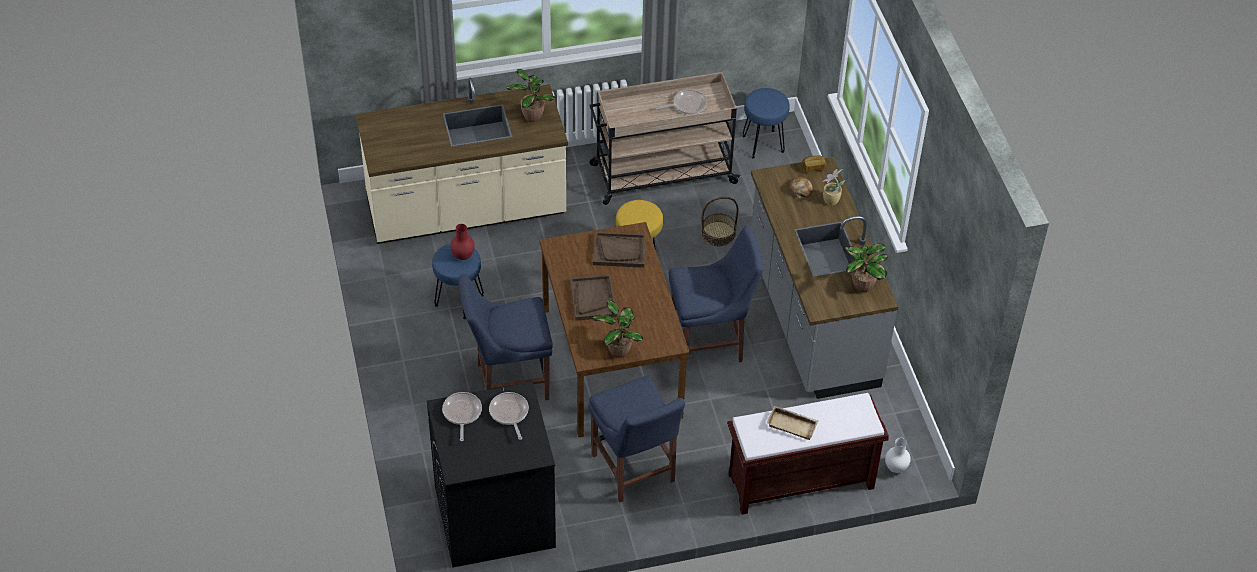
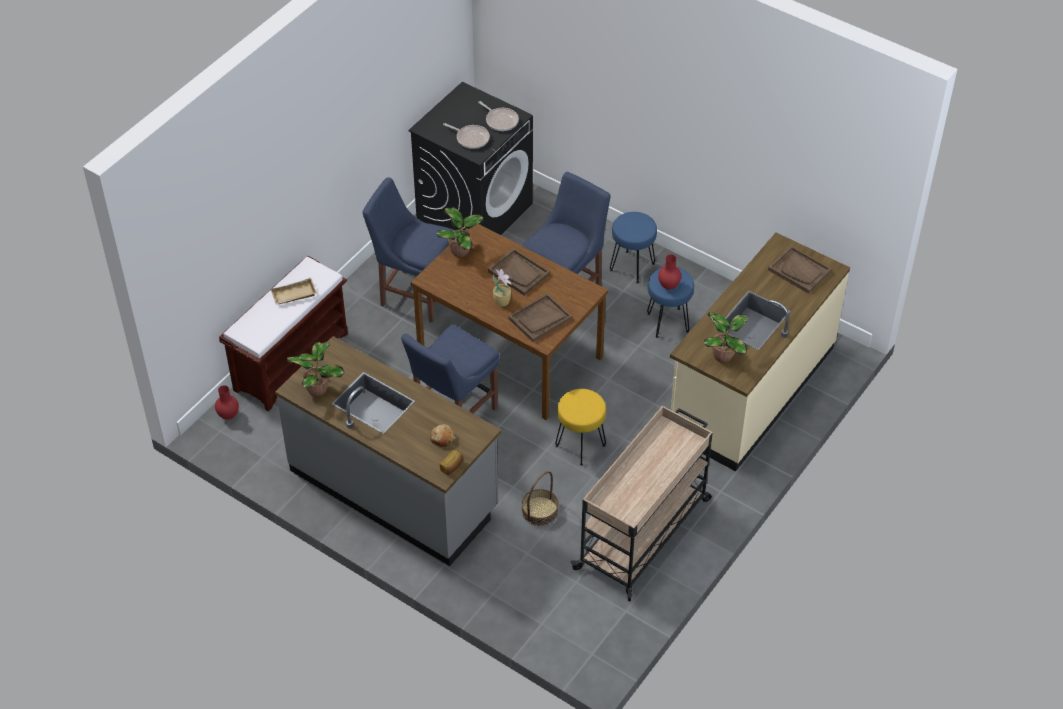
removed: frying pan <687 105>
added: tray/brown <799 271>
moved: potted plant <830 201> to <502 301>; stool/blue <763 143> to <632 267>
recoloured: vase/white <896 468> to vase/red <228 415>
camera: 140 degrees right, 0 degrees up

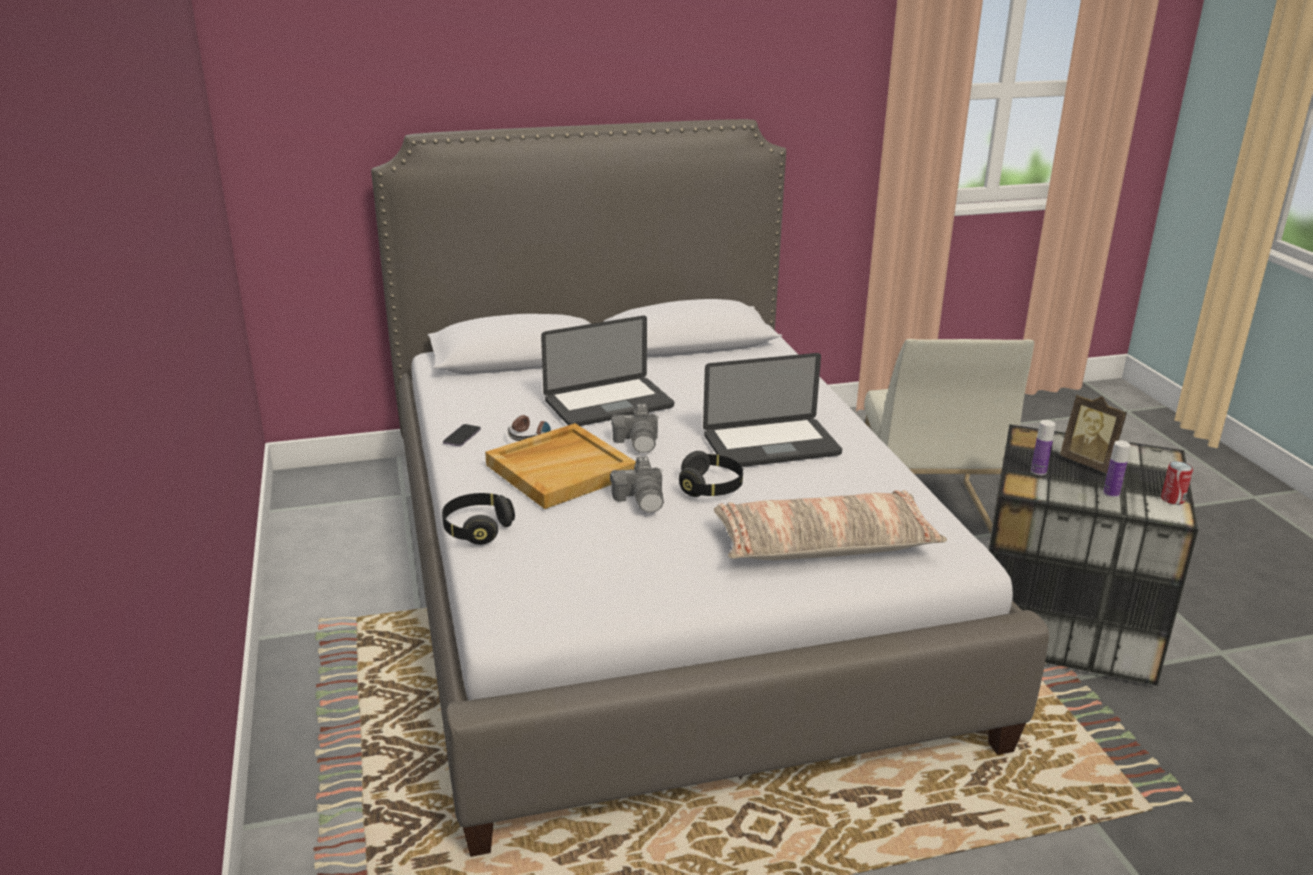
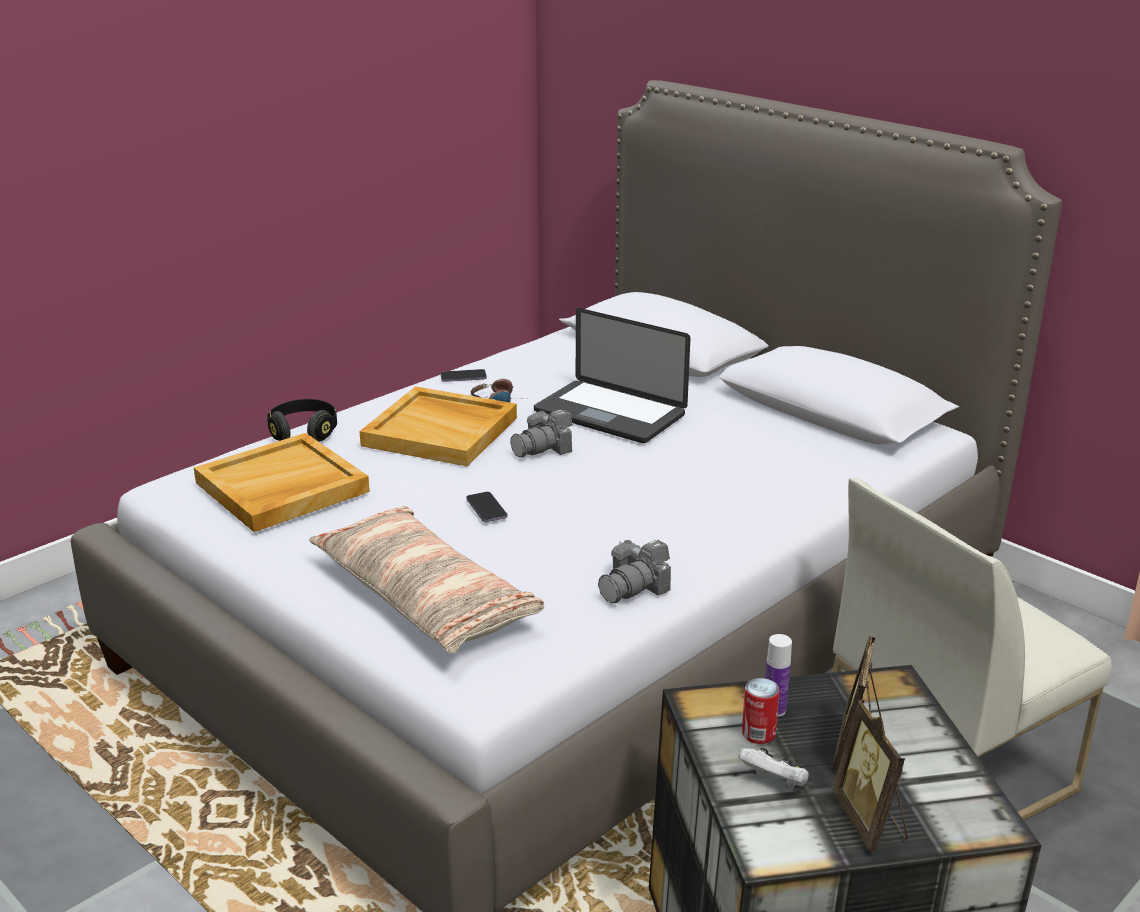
removed: laptop <771 445>
added: tray/beige <281 488>; picture frame <870 821>
moved: photo camera <641 499> to <634 587>; can <1172 499> to <758 734>
replaced: headphones/black <710 487> to phone <486 509>; bottle <1111 493> to game controller/white <774 783>
camera: 60 degrees right, 0 degrees up

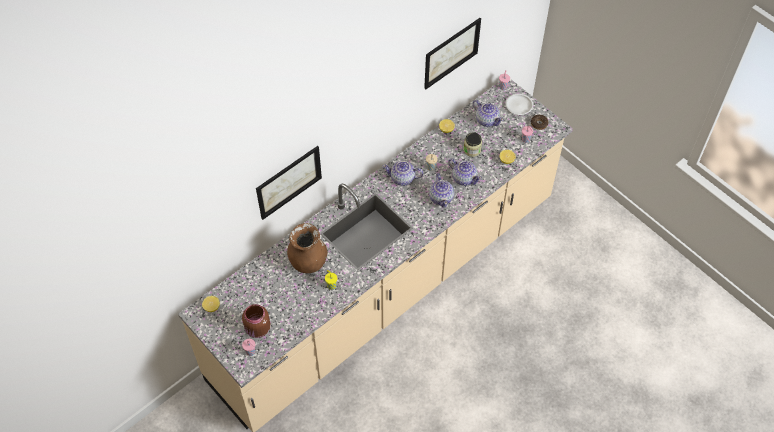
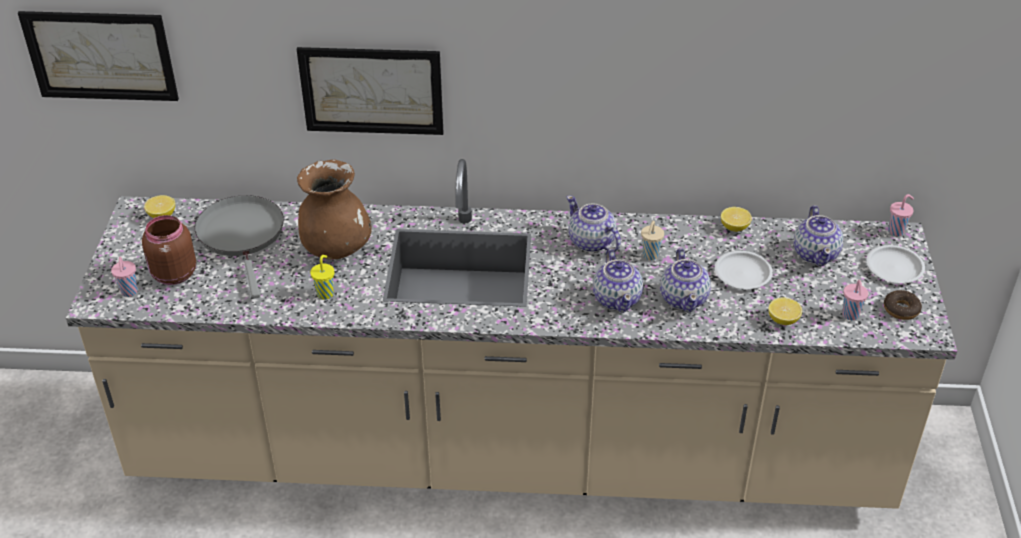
added: frying pan/grey <242 235>
moved: picture <451 53> to <100 55>
replaced: jar <472 150> to plate/white <743 274>
turned: teapot <441 197> = <617 298> 45 degrees counterclockwise
camera: 45 degrees right, 15 degrees down

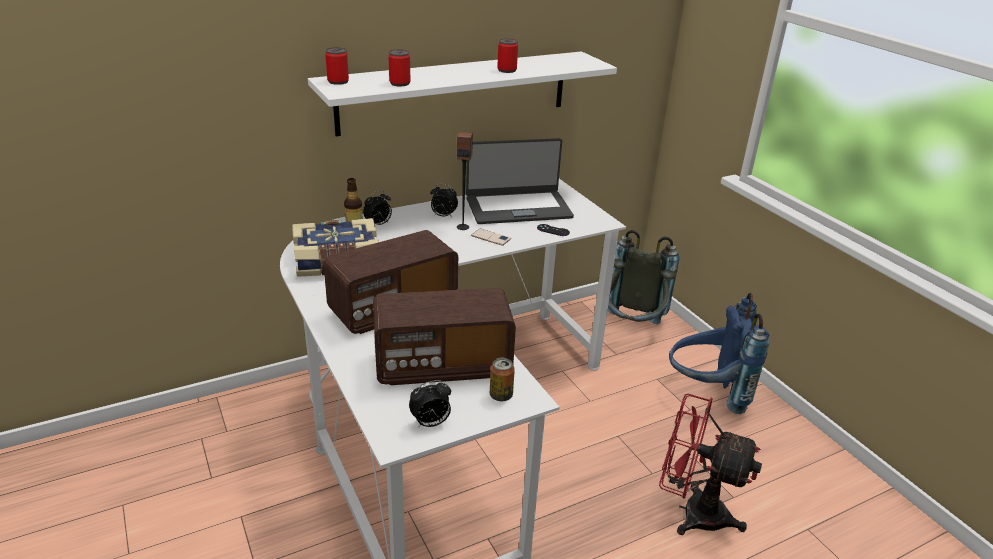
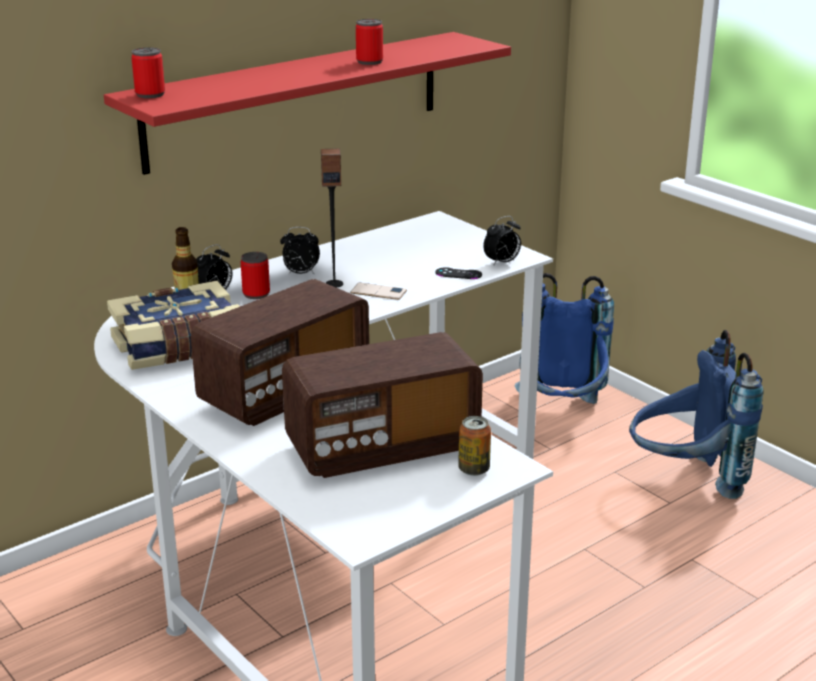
removed: laptop <518 207>; fan/red <692 511>
moved: can <399 83> to <256 294>; alarm clock <430 423> to <502 263>
recoloured: shelf/white <455 92> to shelf/red <296 100>; backpack/grey <631 328> to backpack/blue <560 414>
camera: 10 degrees left, 5 degrees down

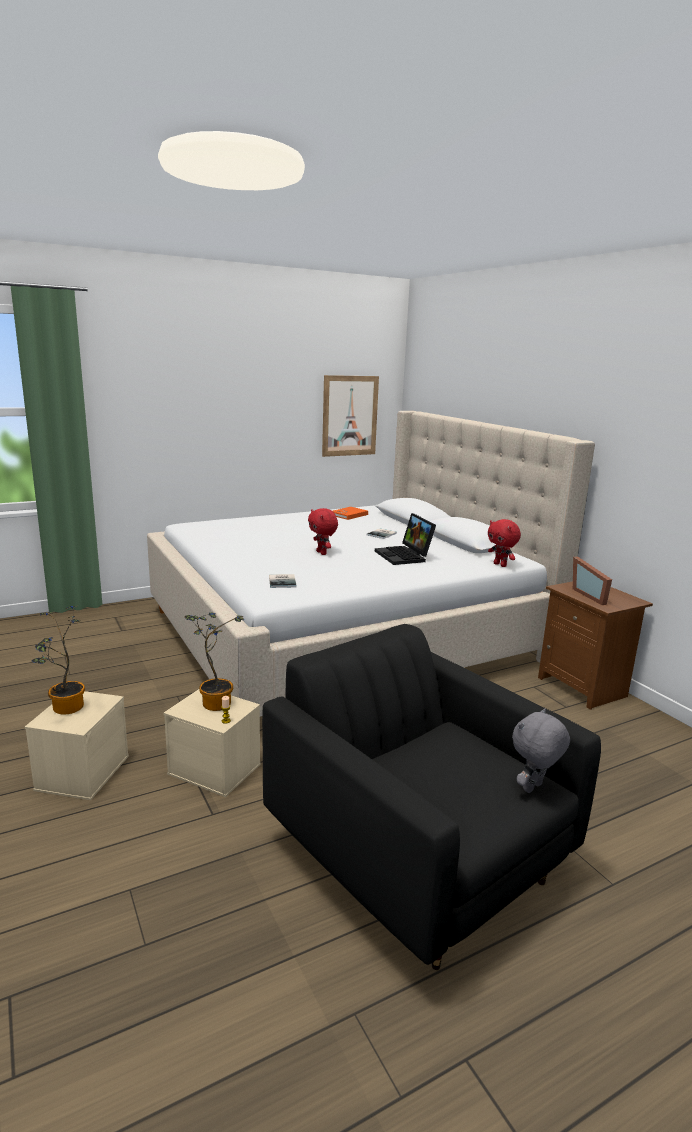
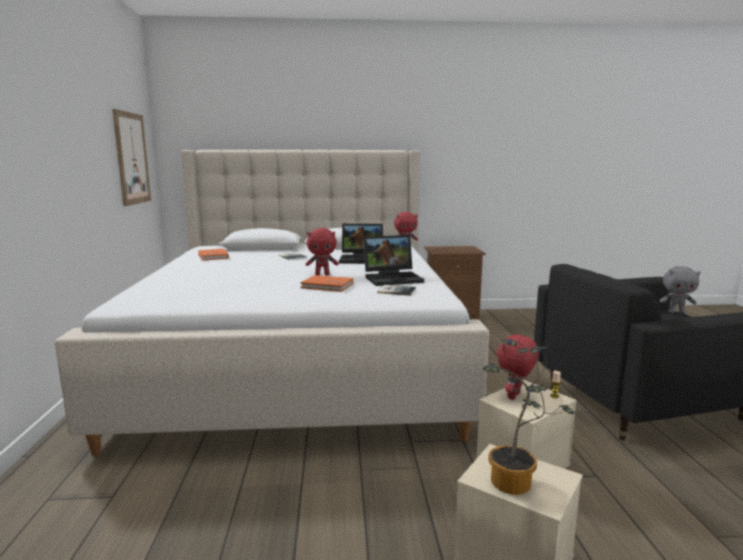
removed: picture frame <591 595>
added: book/orange <327 286>; laptop <393 278>
replaced: potted plant <215 701> to plush toy/red <515 396>
turned: plush toy/grey <533 788> = <676 312> 60 degrees counterclockwise
camera: 65 degrees left, 5 degrees down

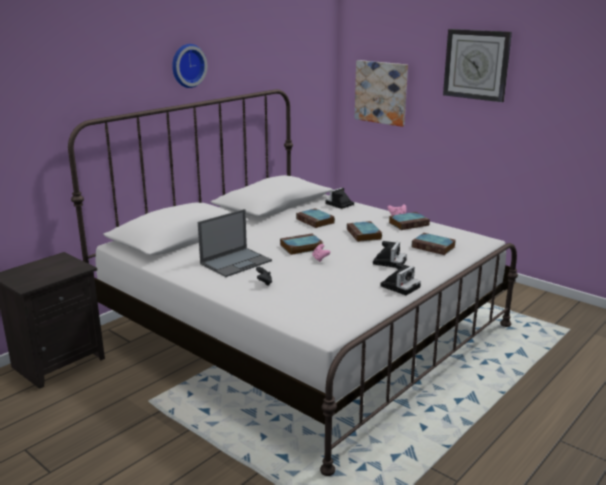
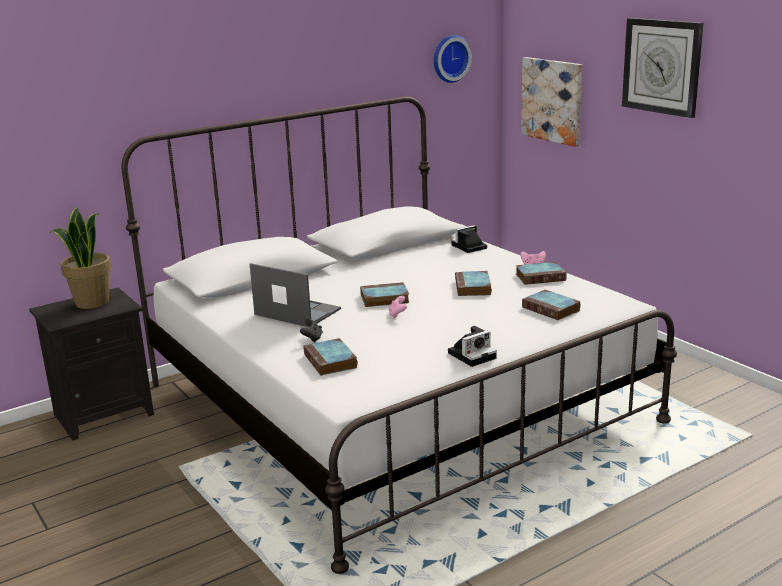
removed: photo camera <389 261>
added: potted plant <91 302>
moved: book <316 221> to <331 361>; wall clock <187 65> to <449 58>
turned: laptop <236 262> = <296 312> 120 degrees counterclockwise
camera: 15 degrees right, 0 degrees up

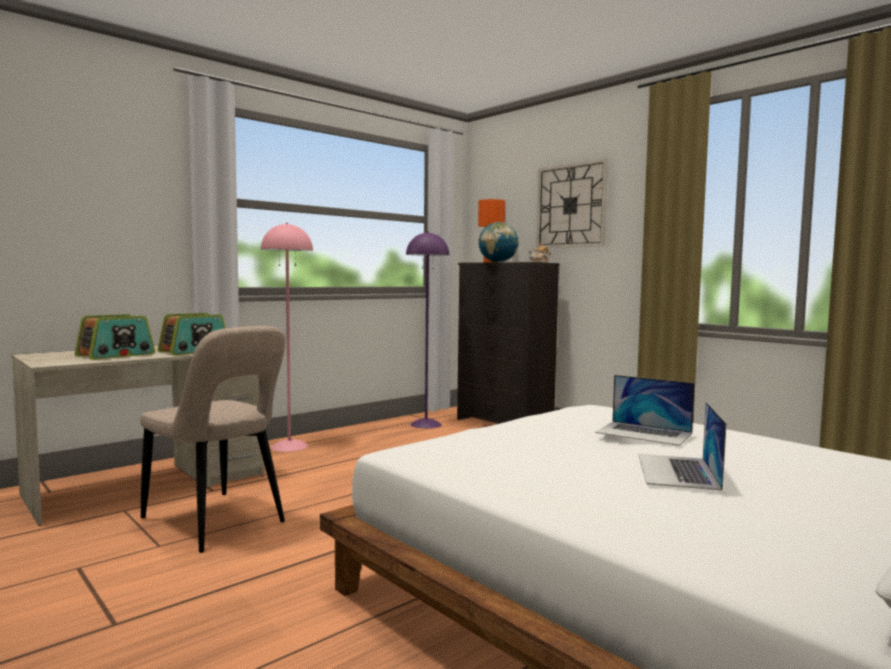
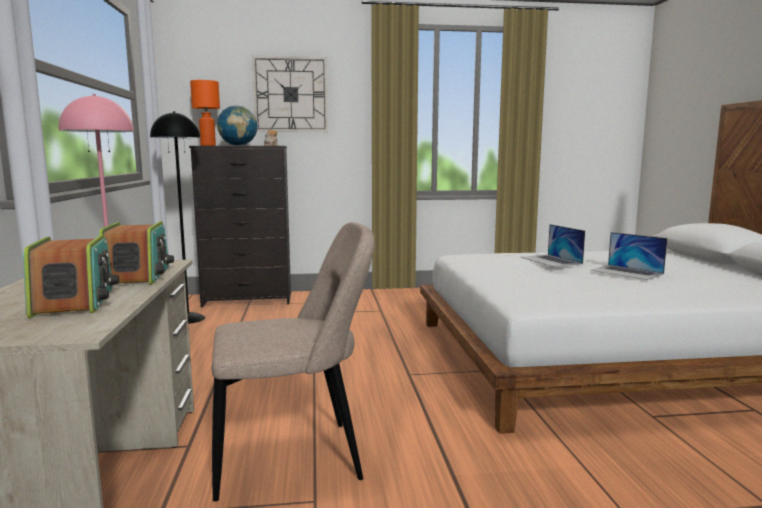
recoloured: floor lamp/purple <426 424> to floor lamp/black <188 318>
turned: laptop <644 433> = <551 260> 90 degrees clockwise
camera: 55 degrees left, 5 degrees up

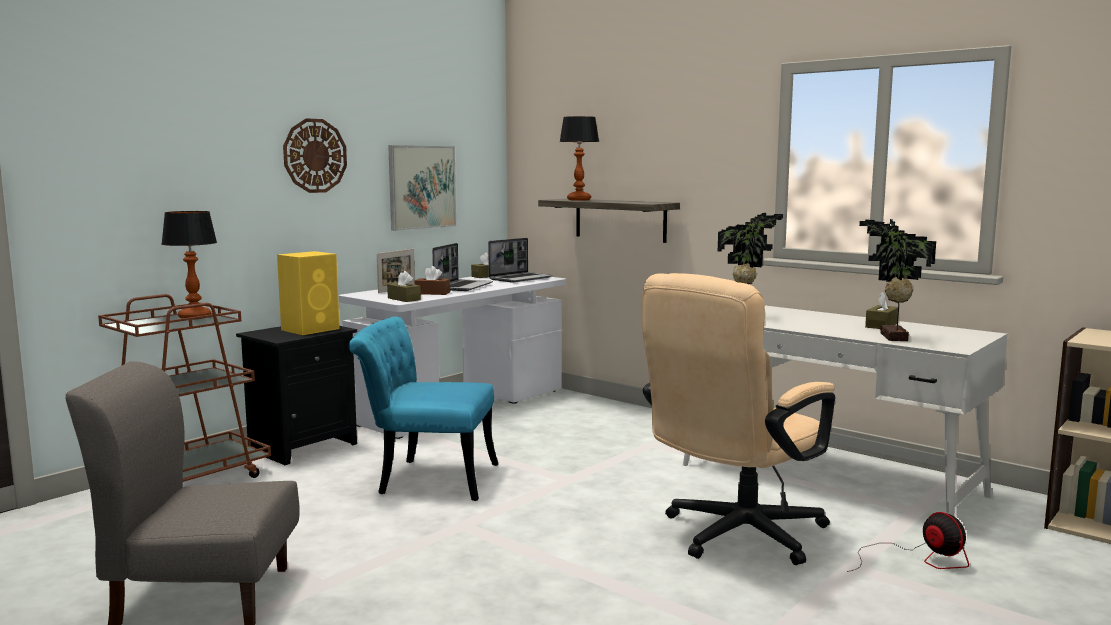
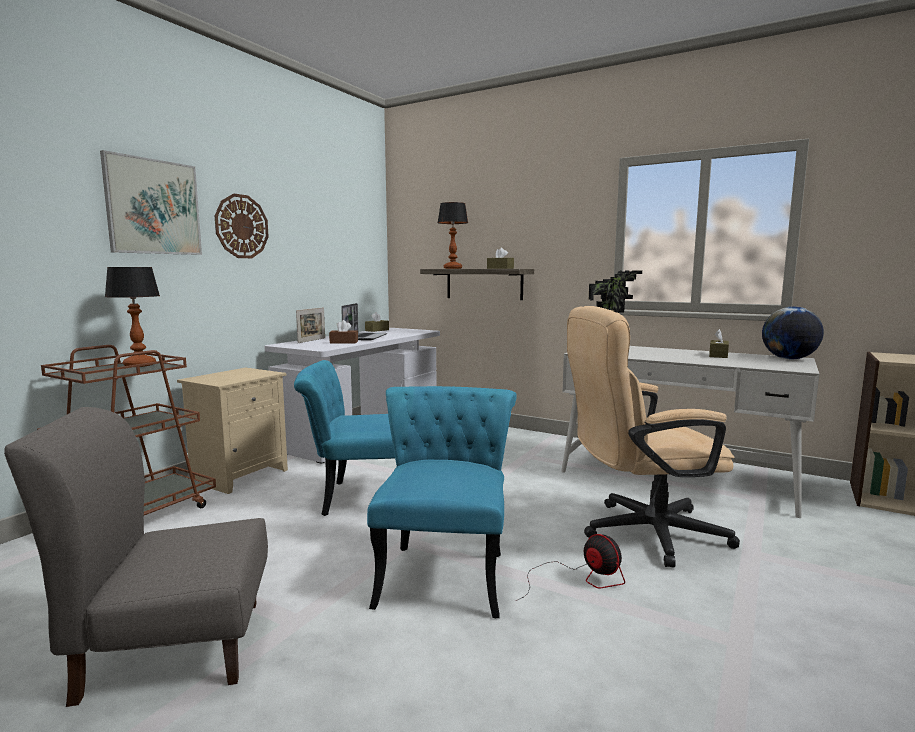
removed: speaker/yellow <311 329>; laptop <520 278>; potted plant <891 337>
added: chair/turquoise <445 570>; globe <789 359>
moved: picture <422 187> to <153 207>; tissue box/brown <404 299> to <500 268>; fan <917 559> to <579 579>
recoloured: nightstand/black <303 446> to nightstand/beige <240 475>
turned: office chair/beige <734 537> = <641 533> 45 degrees clockwise
camera: 10 degrees left, 0 degrees up

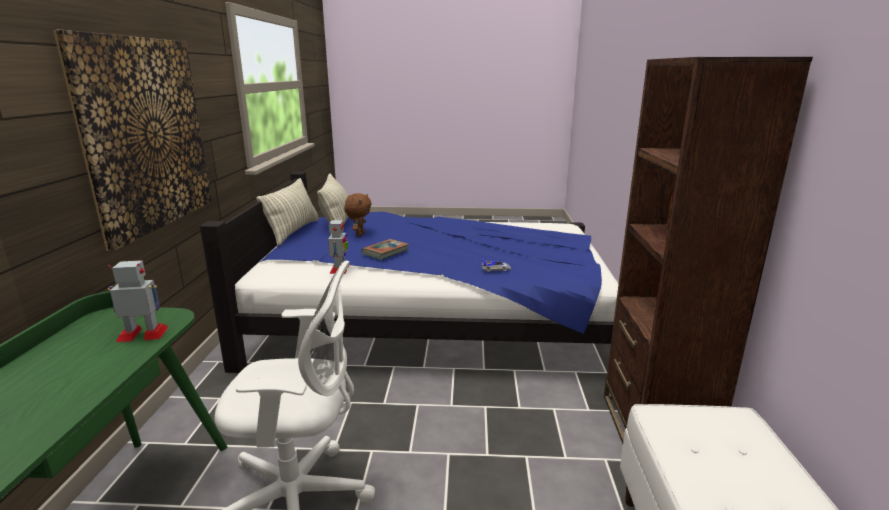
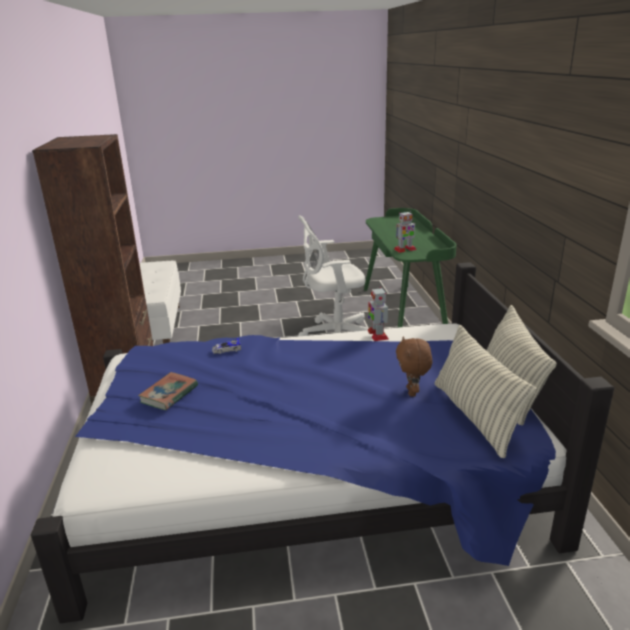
removed: picture <146 135>
moved: book <385 252> to <169 394>
camera: 170 degrees right, 5 degrees up

